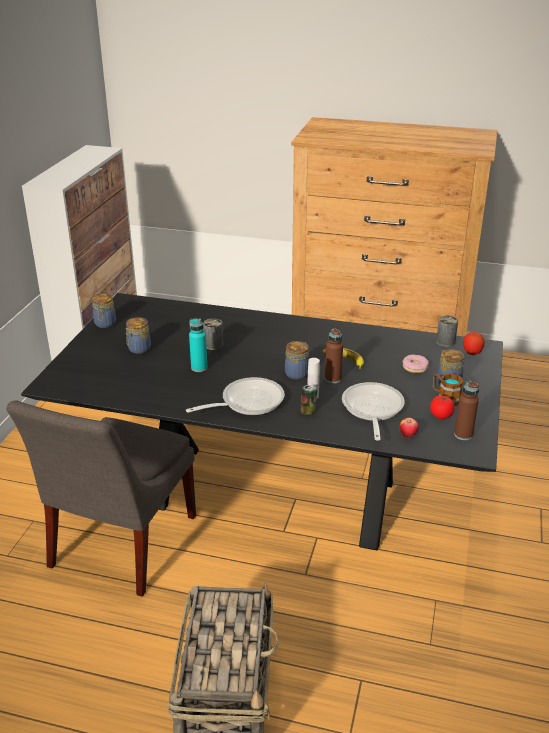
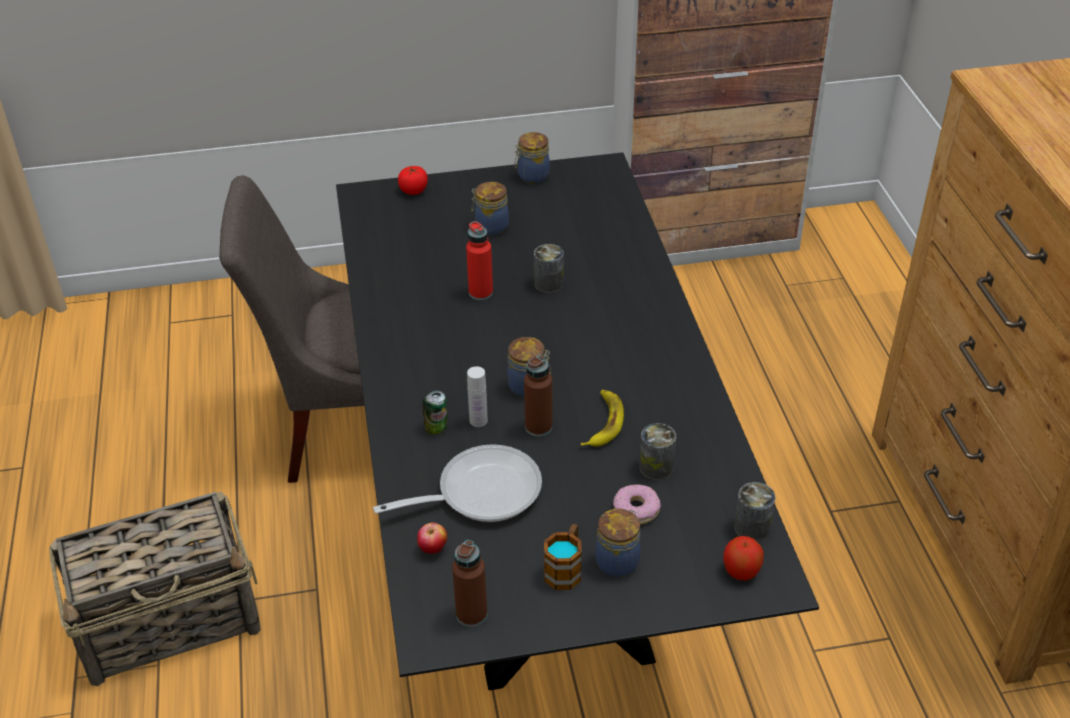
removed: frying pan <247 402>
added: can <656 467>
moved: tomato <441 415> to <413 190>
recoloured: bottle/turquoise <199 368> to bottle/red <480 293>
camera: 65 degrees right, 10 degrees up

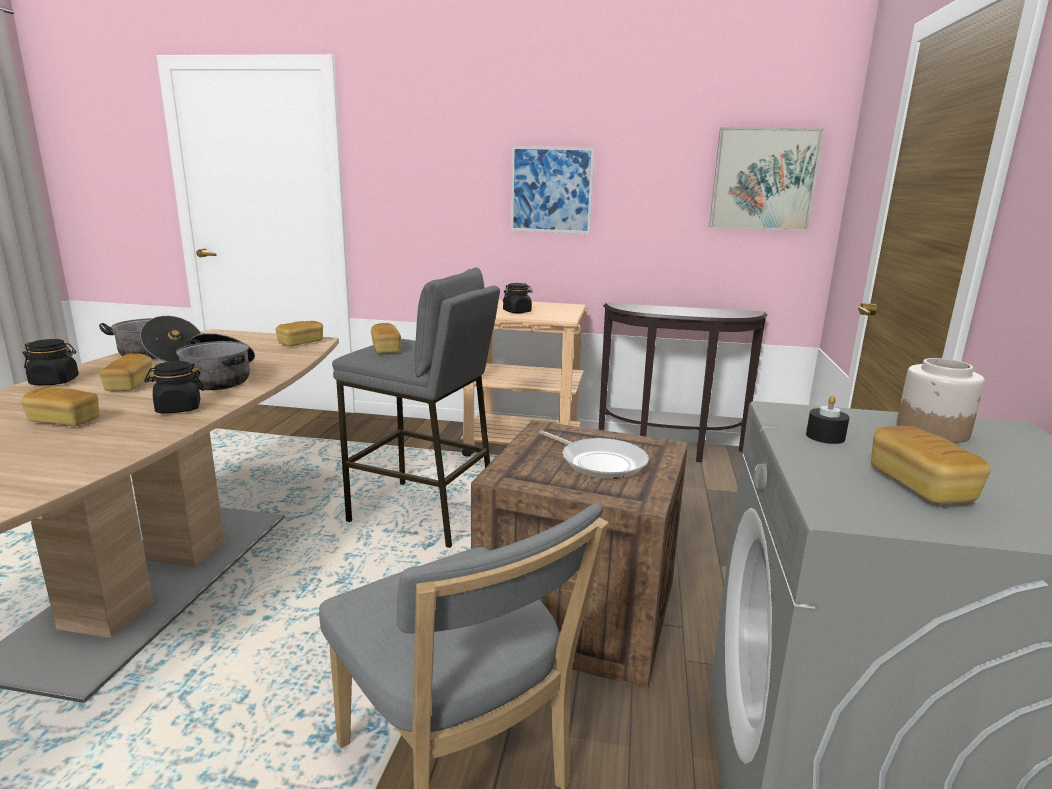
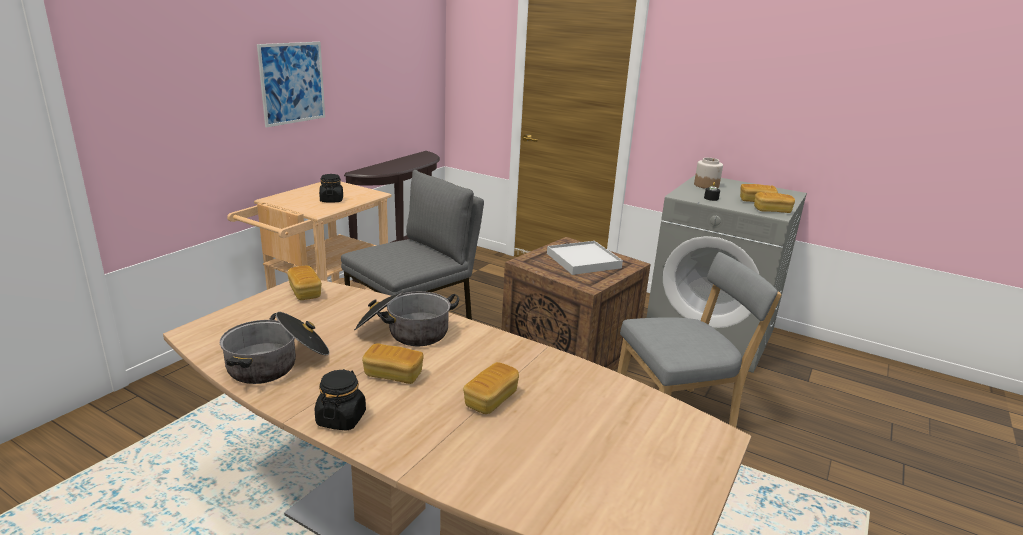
removed: jar/black <178 408>; picture <763 179>
moved: bread <386 349> to <772 210>
replaced: frying pan <600 462> to tray/white <583 260>
camera: 70 degrees left, 5 degrees up

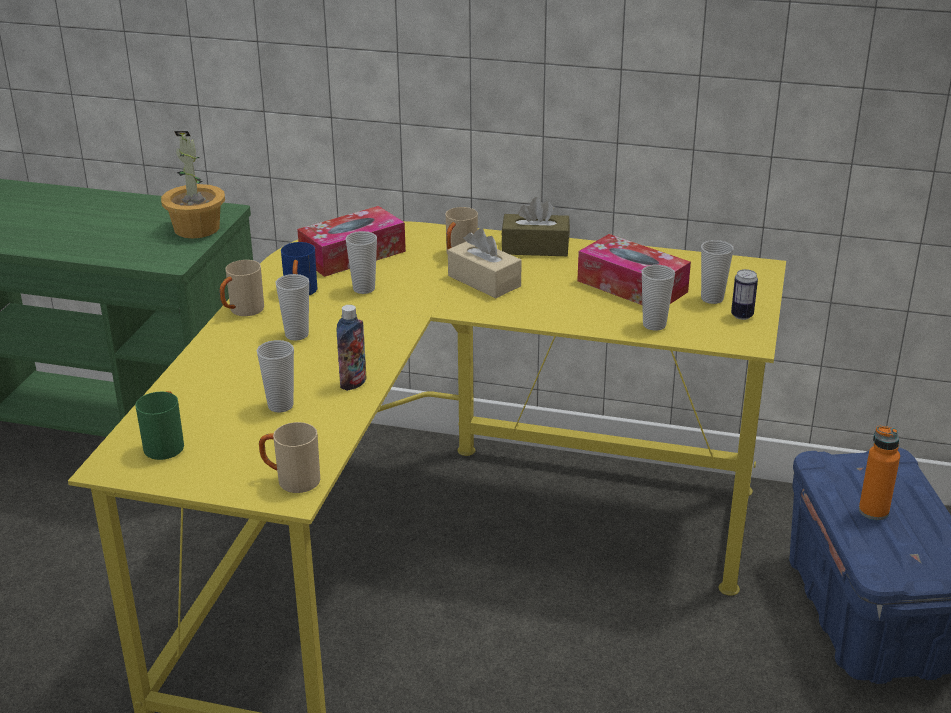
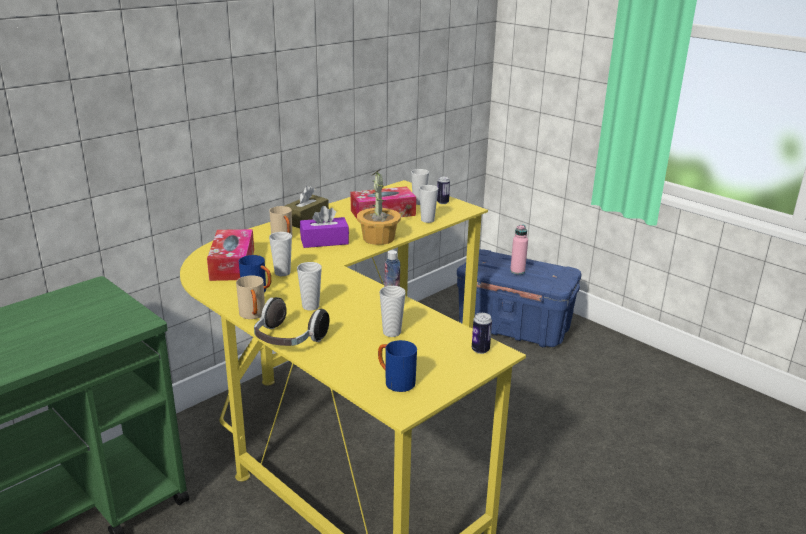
added: headphones <288 340>
moved: potted plant <196 229> to <379 238>
replaced: mug/beige <291 480> to can <480 350>
recoloured: tissue box/beige <484 281> to tissue box/purple <324 241>; mug/green <166 444> to mug/blue <395 381>; bottle/orange <873 511> to bottle/pink <517 271>
camera: 60 degrees left, 5 degrees down

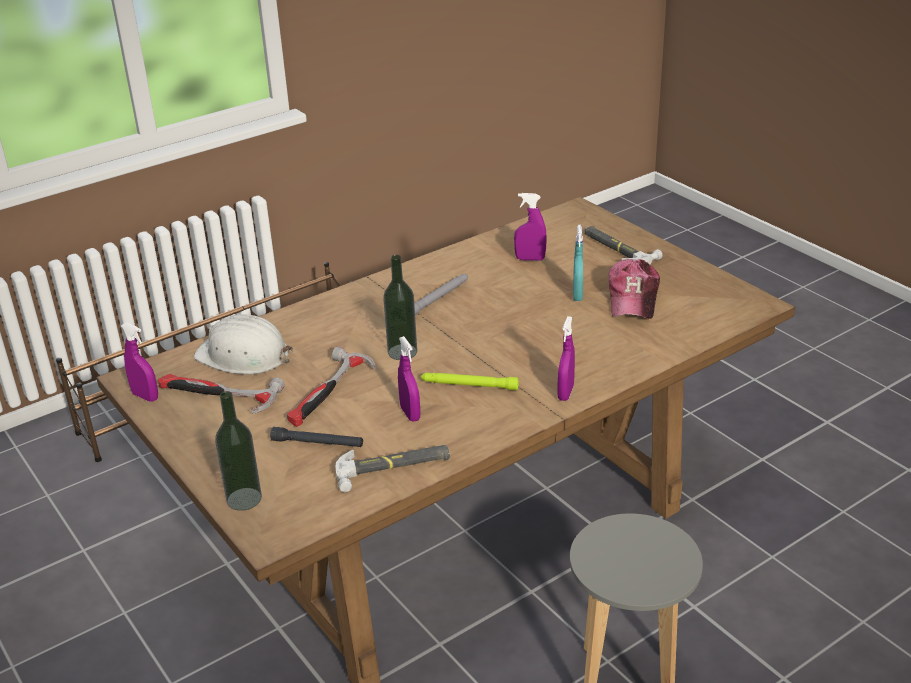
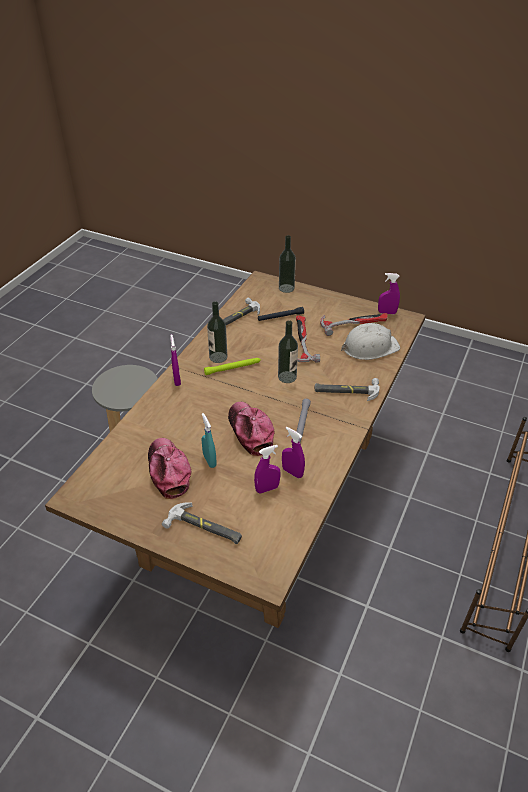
added: bottle <218 357>; cap <250 431>; hammer <346 390>
moved: spray bottle/purple <410 413> to <292 472>
camera: 150 degrees right, 10 degrees up

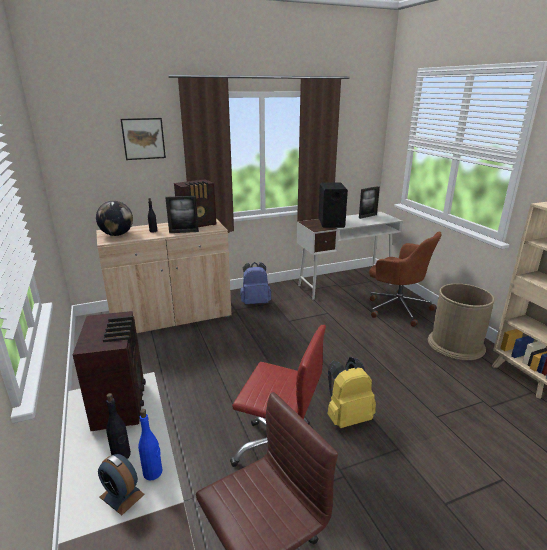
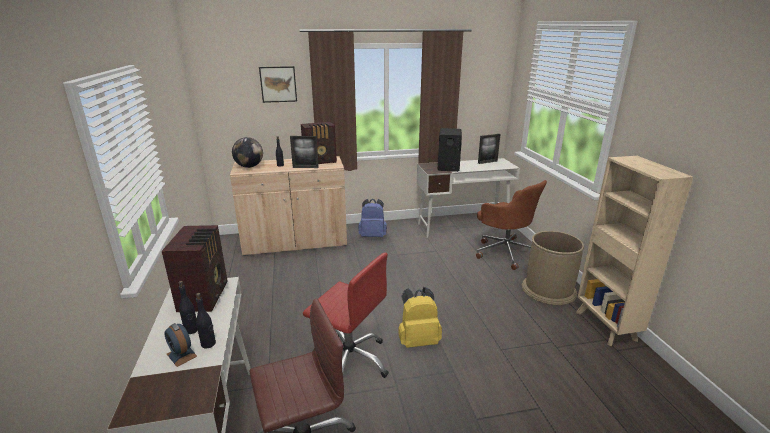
recoloured: bottle/blue <153 473> to bottle/black <208 344>
camera: 10 degrees right, 0 degrees up

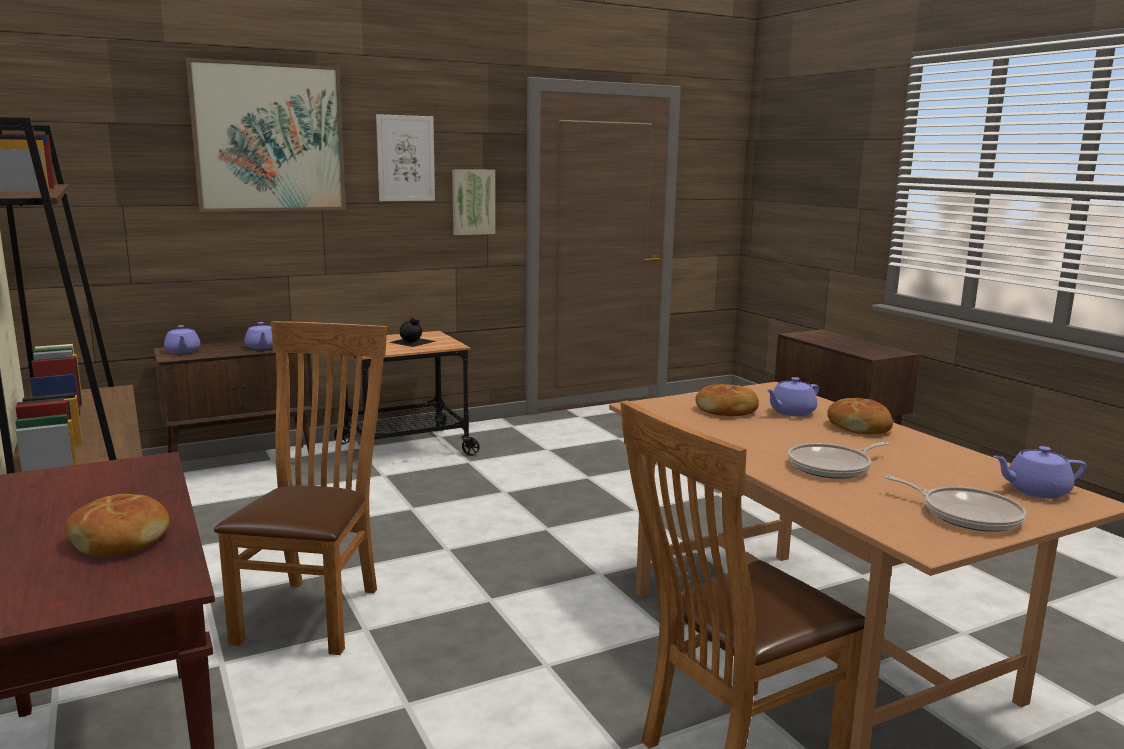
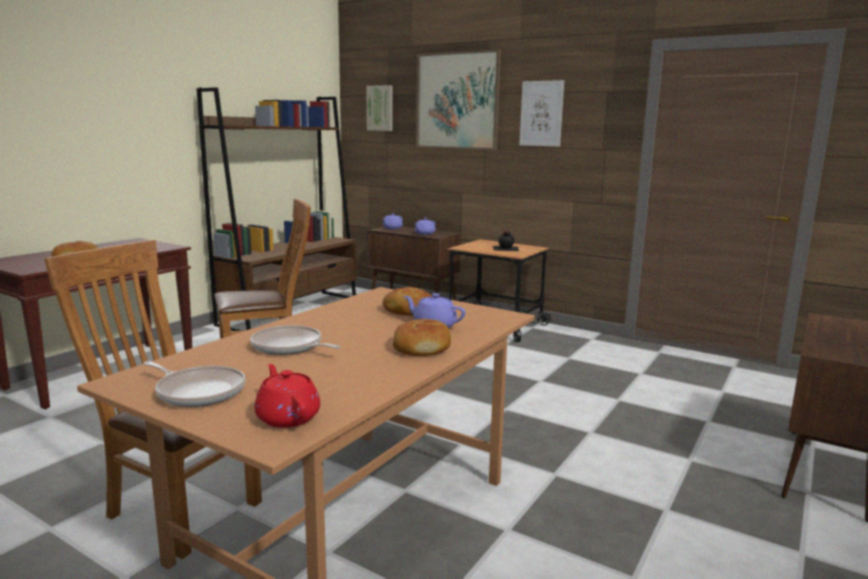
moved: picture <473 202> to <380 108>
recoloured: teapot/purple <1035 491> to teapot/red <287 417>
turned: frying pan <966 514> = <198 391> 75 degrees counterclockwise
camera: 60 degrees right, 0 degrees up

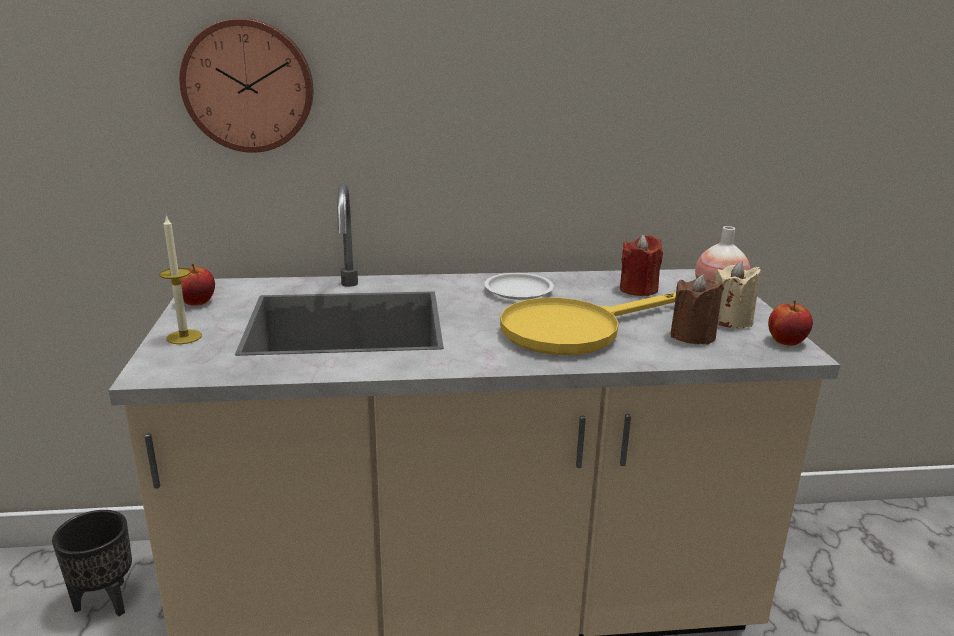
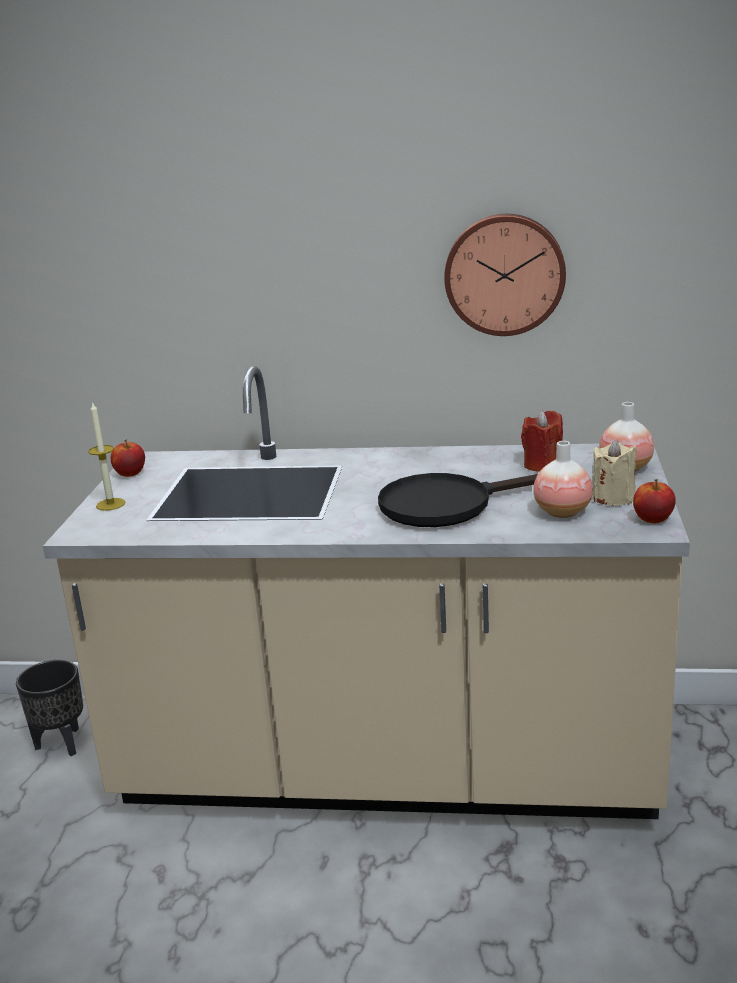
removed: plate/white <518 291>
moved: wall clock <249 86> to <504 274>
replaced: candle/brown <692 336> to vase <562 512>
recoloured: frying pan/yellow <572 330> to frying pan/black <450 504>
camera: 15 degrees right, 0 degrees up

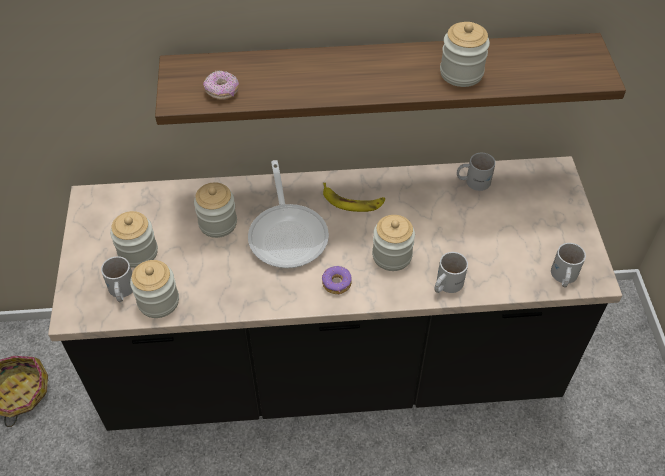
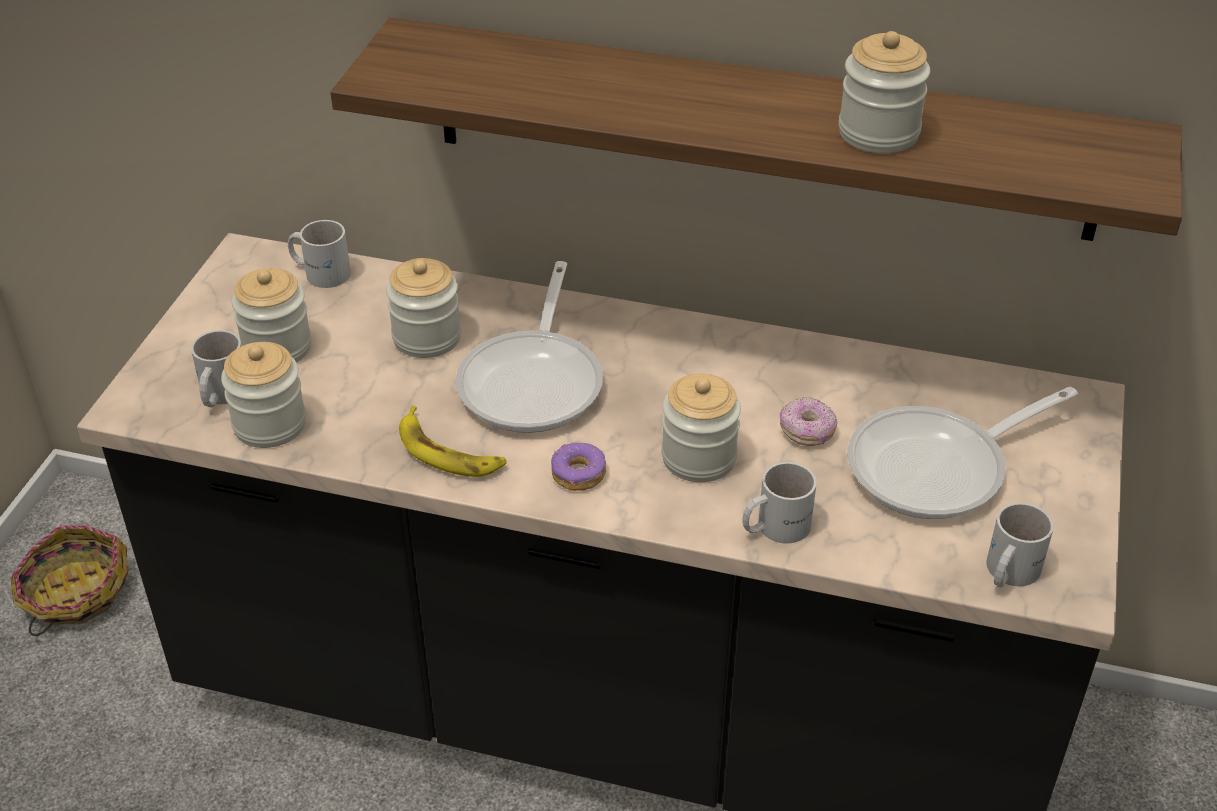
added: frying pan <938 468>
moved: mug/white <473 180> to <321 271>; banana <352 201> to <448 452>; donut <222 91> to <807 432>
camera: 20 degrees right, 10 degrees down

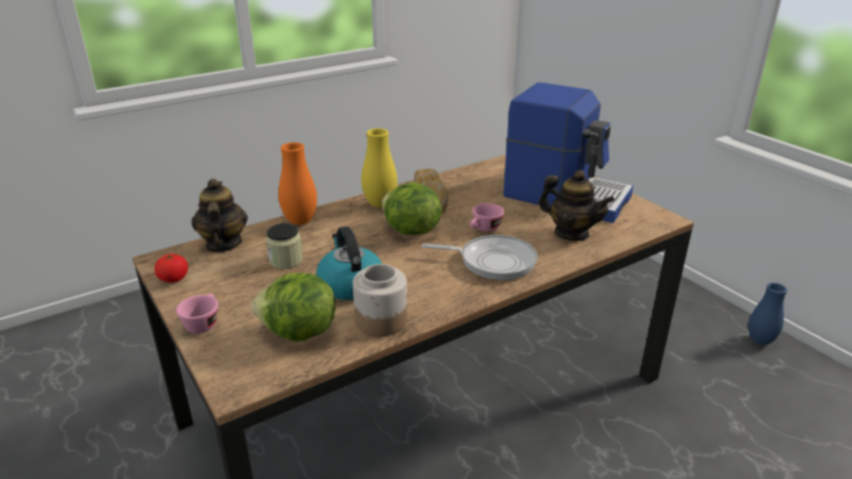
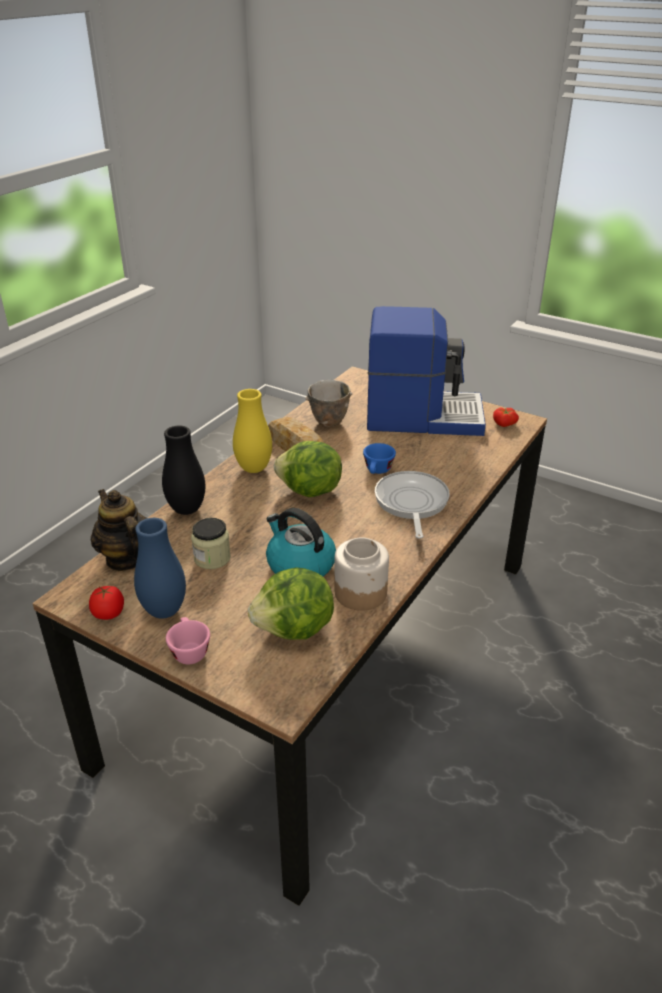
removed: teapot <571 233>
added: bowl <327 423>; tomato <504 424>
moved: vase/blue <760 341> to <164 611>
recoloured: vase/orange <300 221> to vase/black <187 509>; cup/pink <484 229> to cup/blue <377 471>
turned: frying pan <492 261> = <411 503> 75 degrees counterclockwise
camera: 25 degrees left, 5 degrees up

